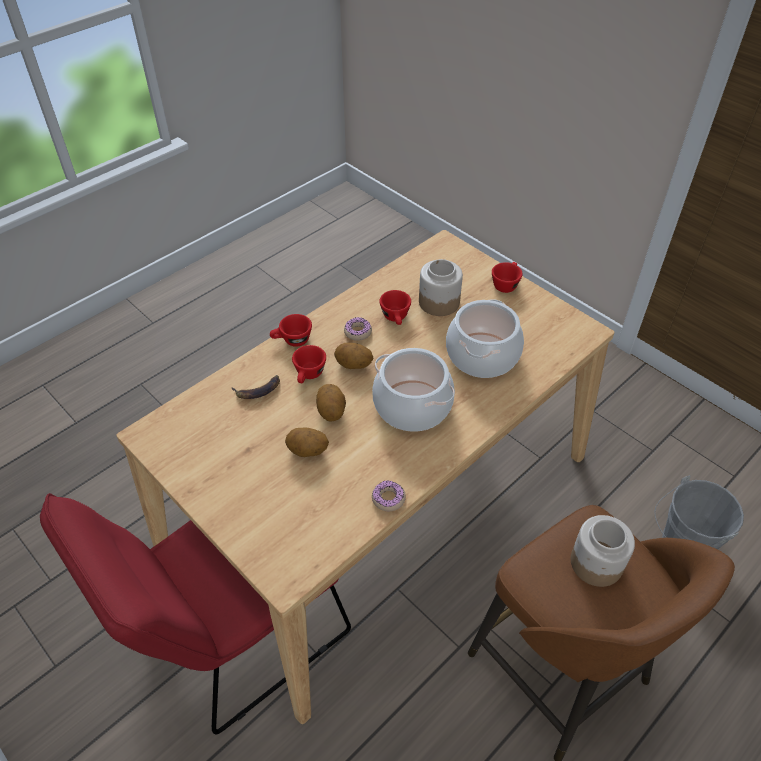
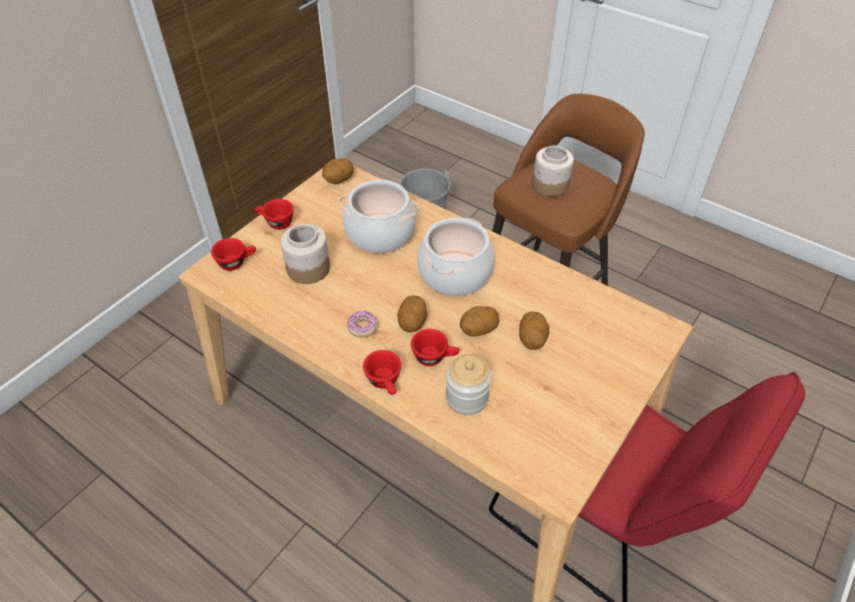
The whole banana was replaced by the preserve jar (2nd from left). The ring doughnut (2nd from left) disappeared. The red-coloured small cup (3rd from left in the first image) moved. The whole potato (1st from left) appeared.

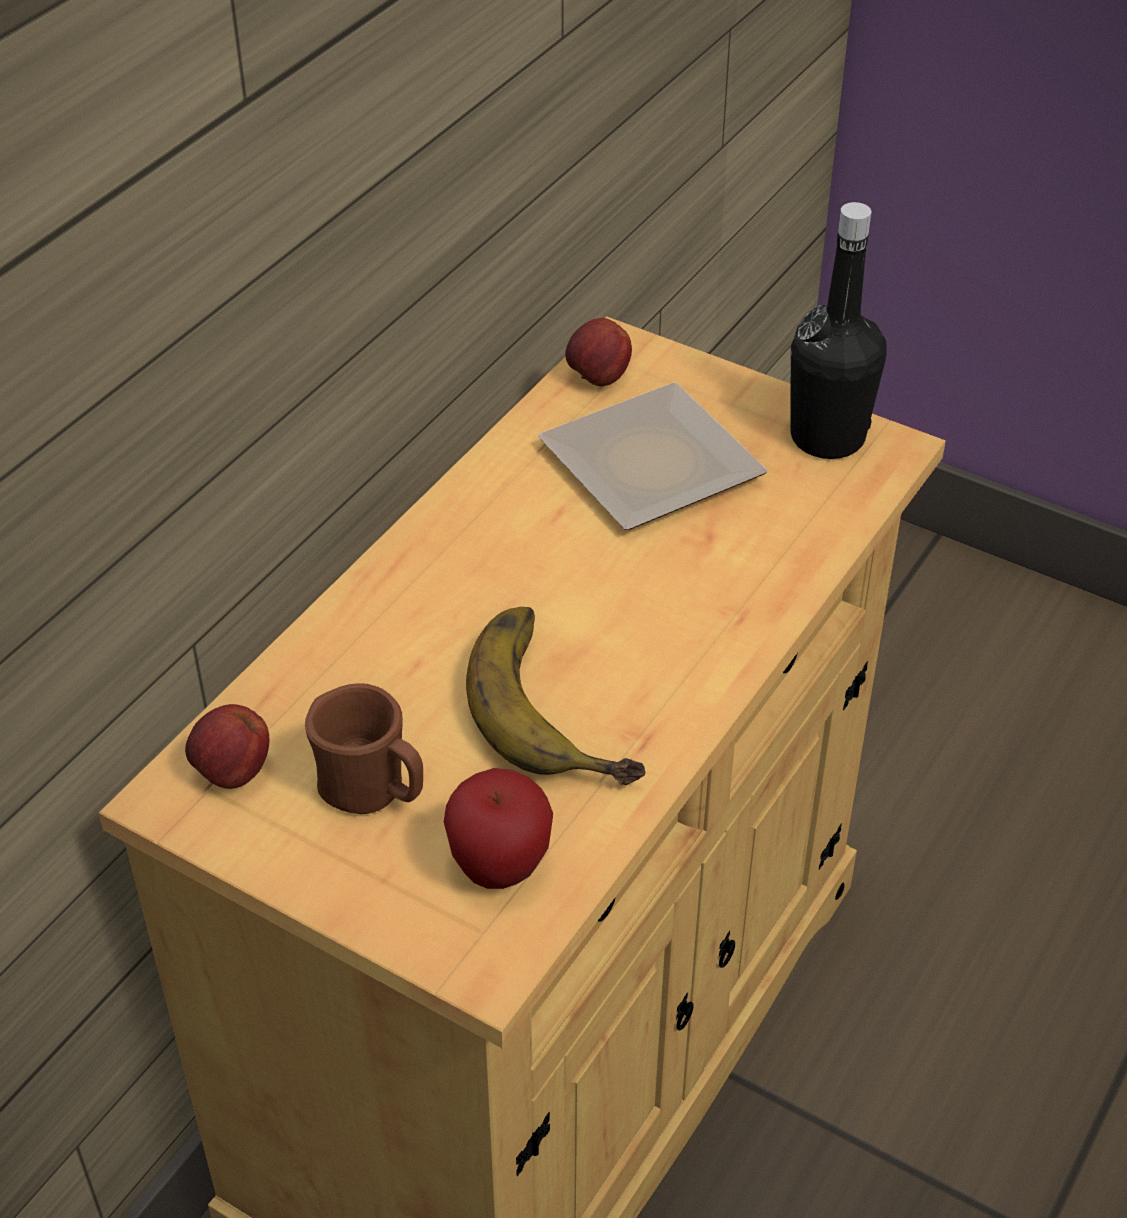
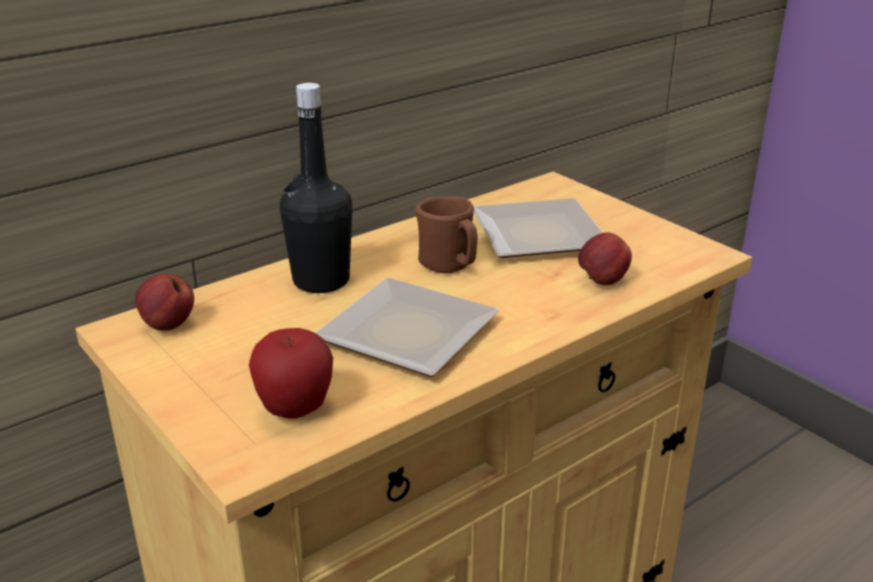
The brownish coffee mug moved. The whole banana was replaced by the plate (1st from left). The apple (3rd from left) moved. The black bottle moved.

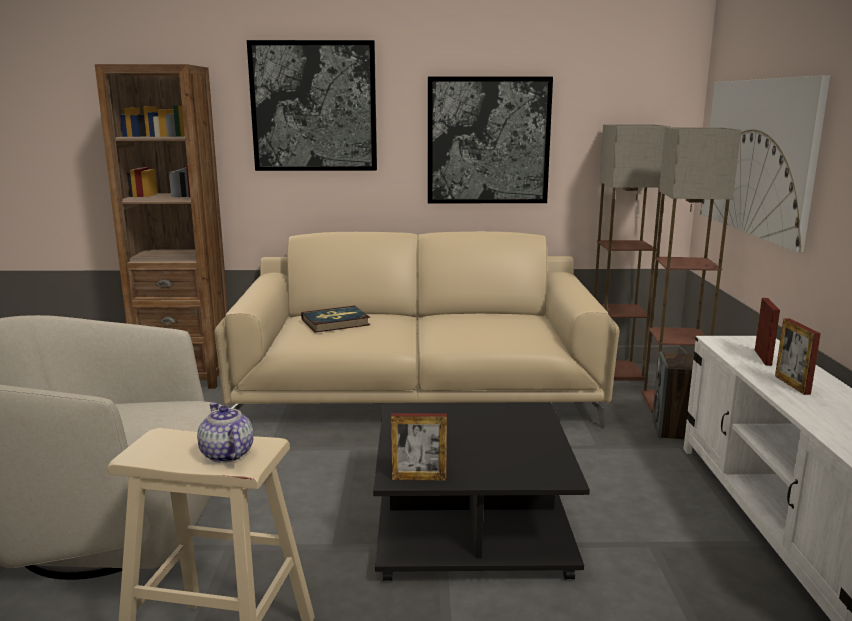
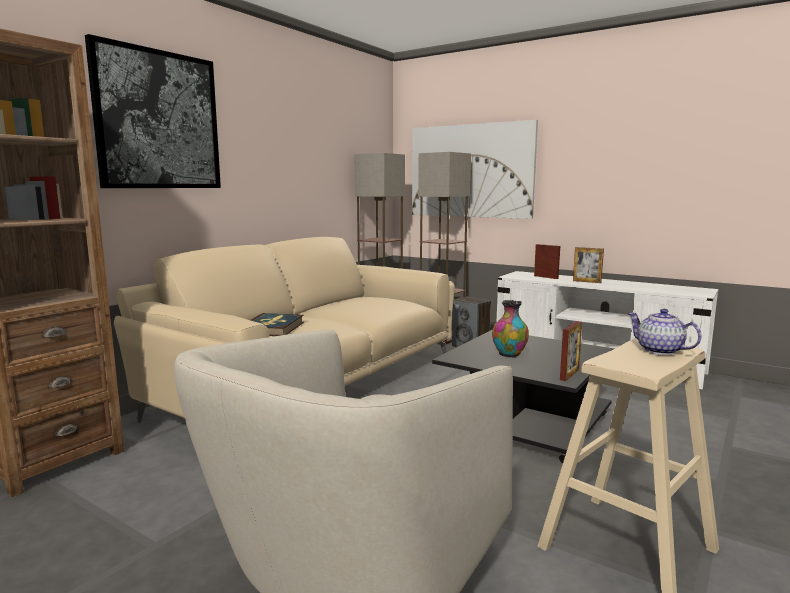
The pot for tea turned 45 degrees clockwise. The wall art (2nd from left) disappeared. The vase appeared.

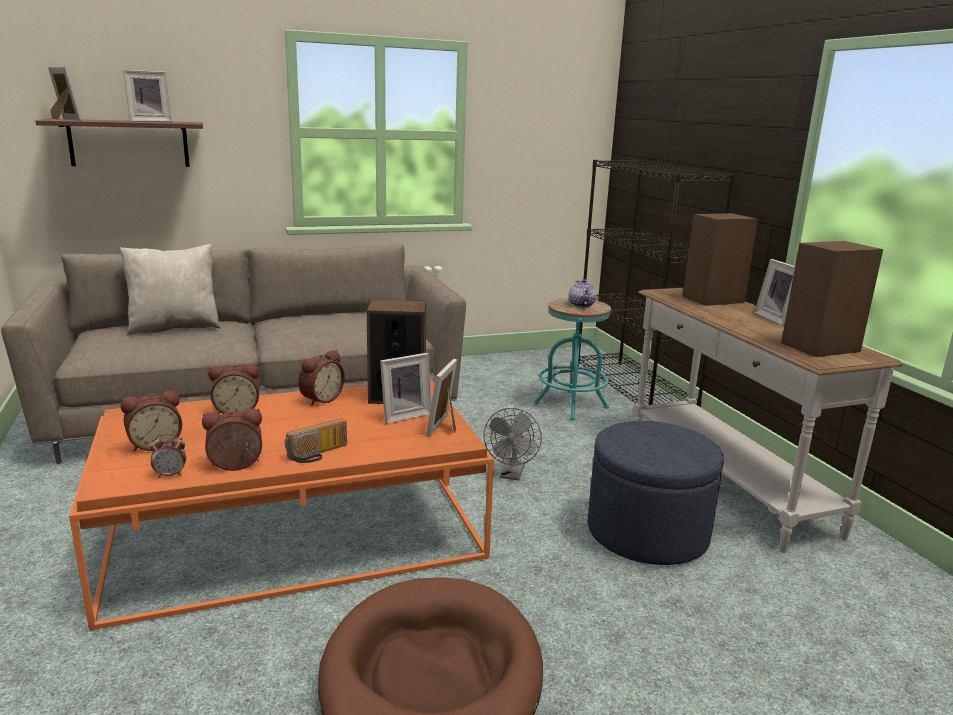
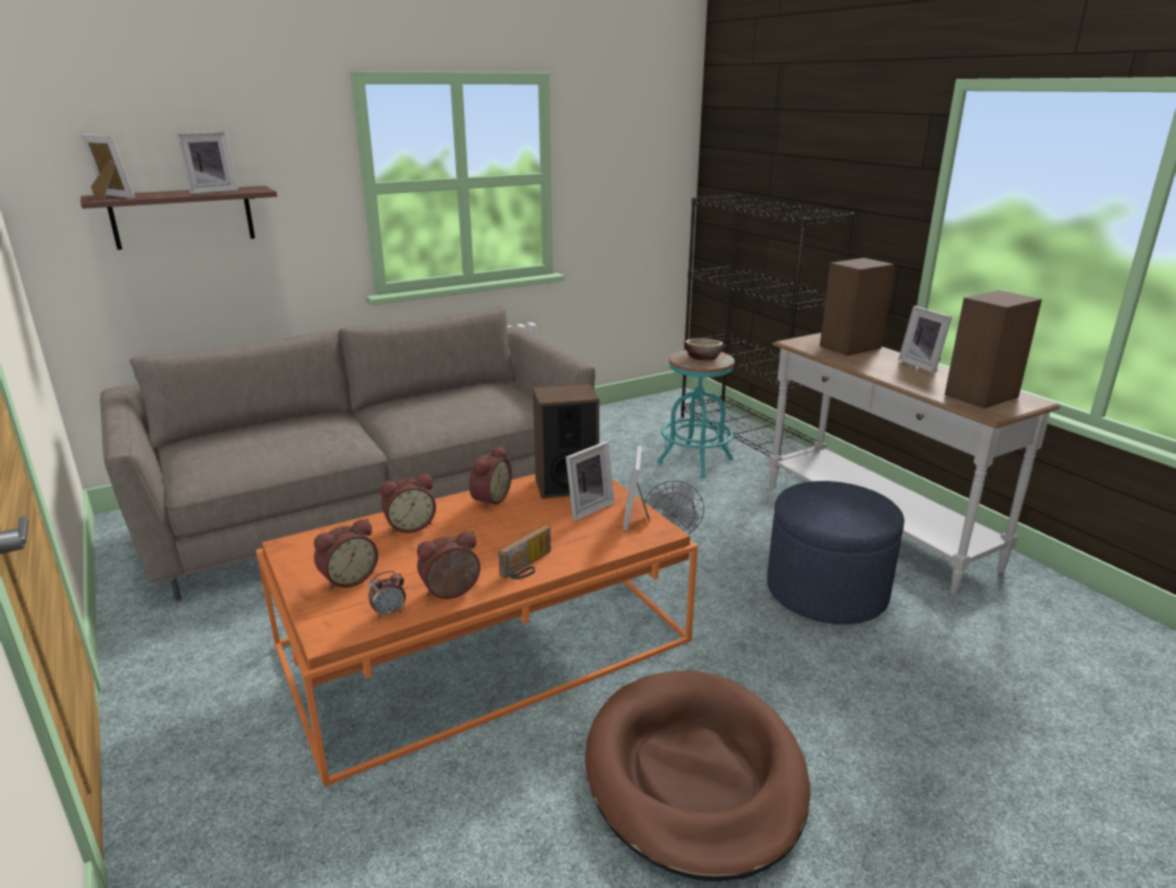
The beige-coloured throw pillow disappeared. The pot for tea was replaced by the serving bowl.

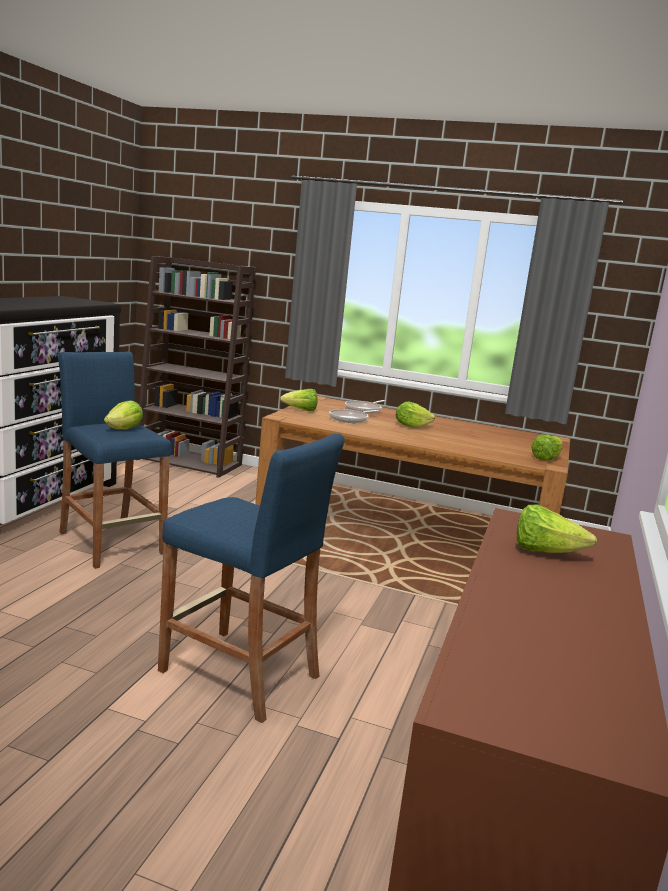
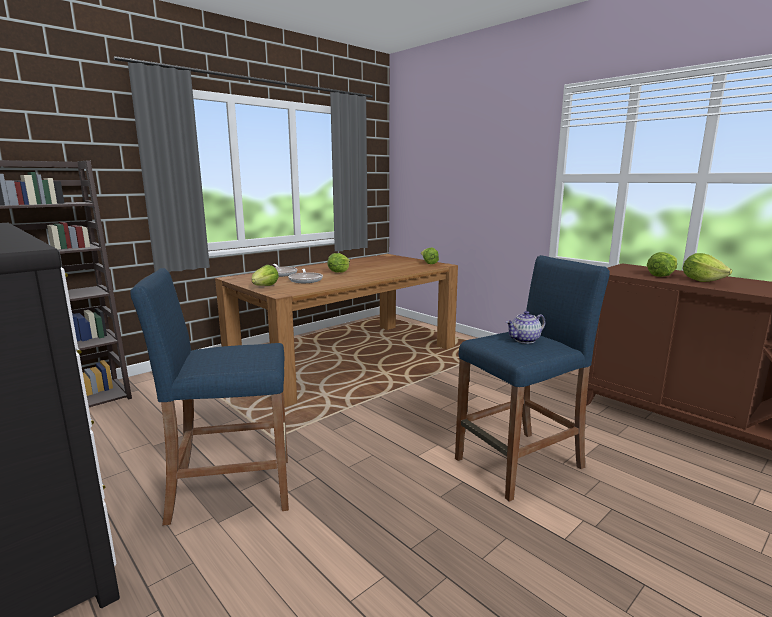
The lettuce head (1st from left in the first image) moved. The pot for tea appeared.

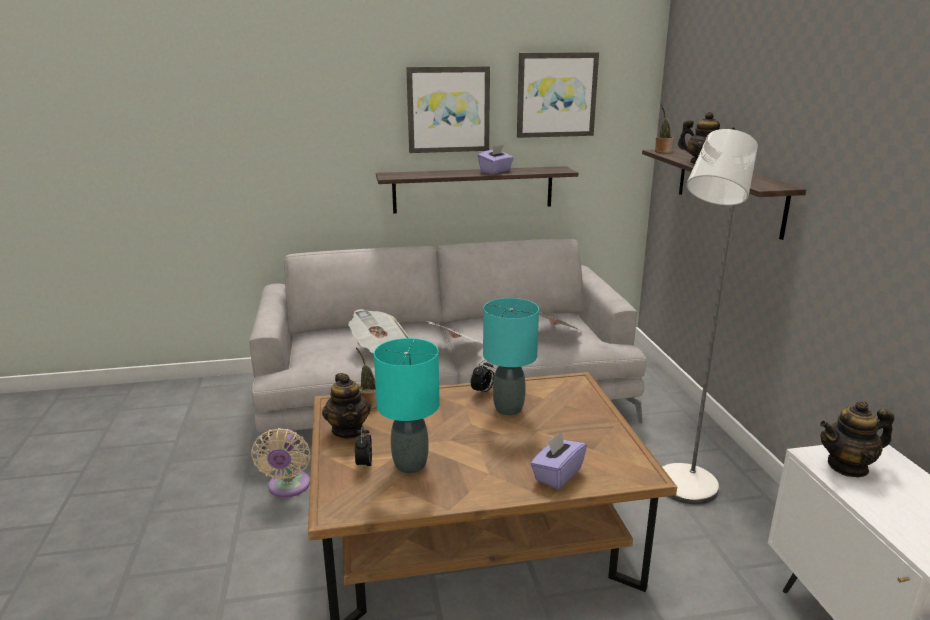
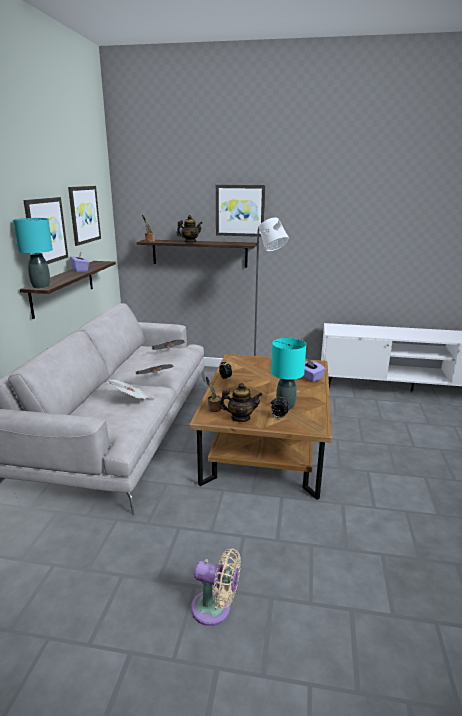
The beige-coloured fan moved. The turquoise-coloured tabletop lamp (2nd from left in the first image) moved. The pot for tea (3rd from left) disappeared. The wall art (3rd from left) appeared.

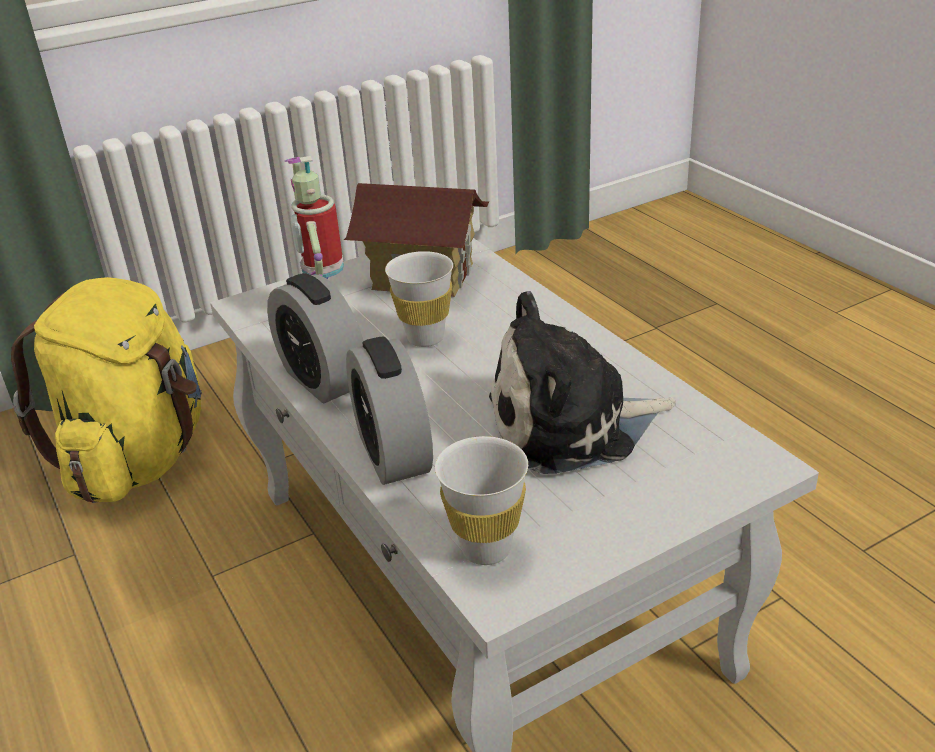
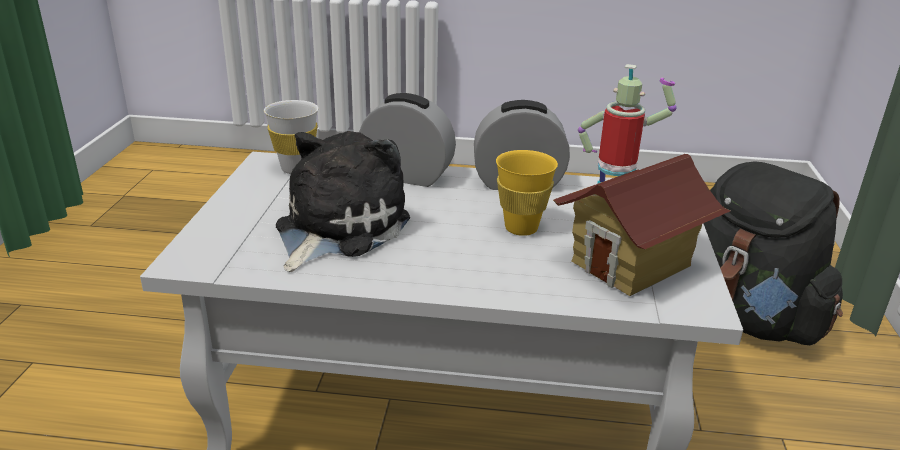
The yellowish knapsack became the black knapsack. The white small cup (1st from left) became the yellowish small cup.

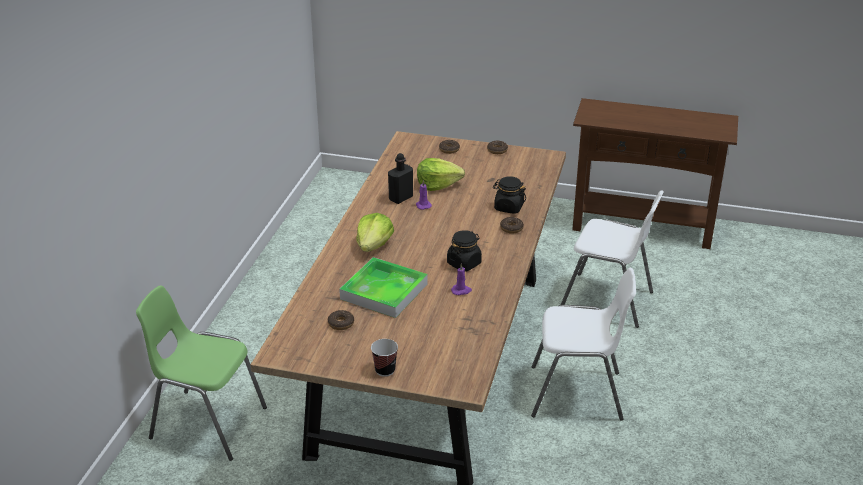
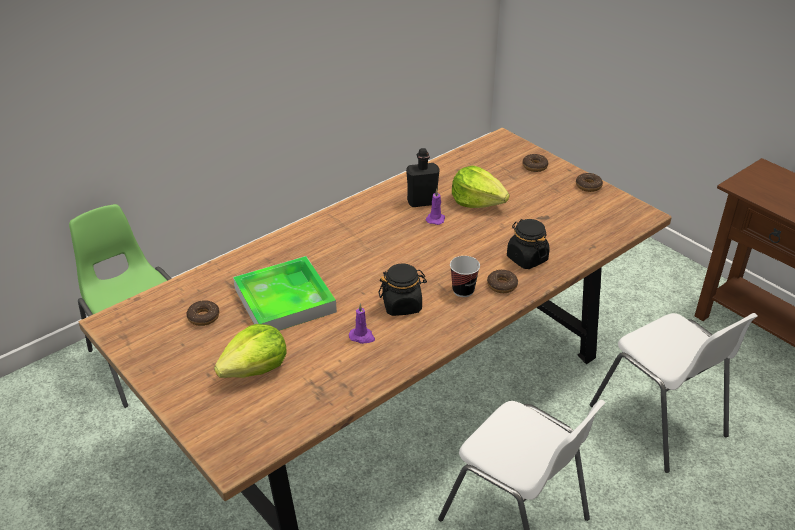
The lettuce head (1st from left) moved. The small cup moved.

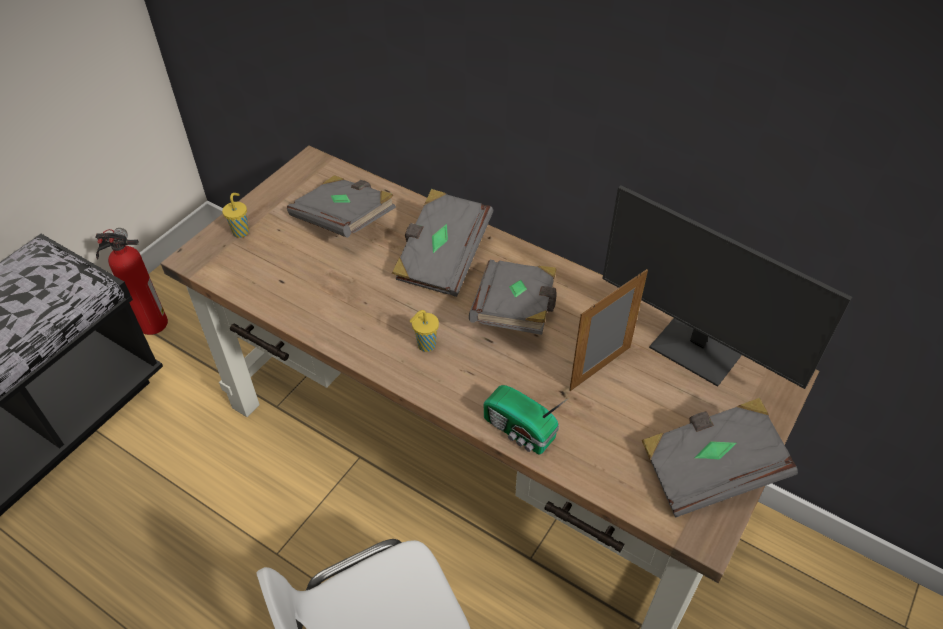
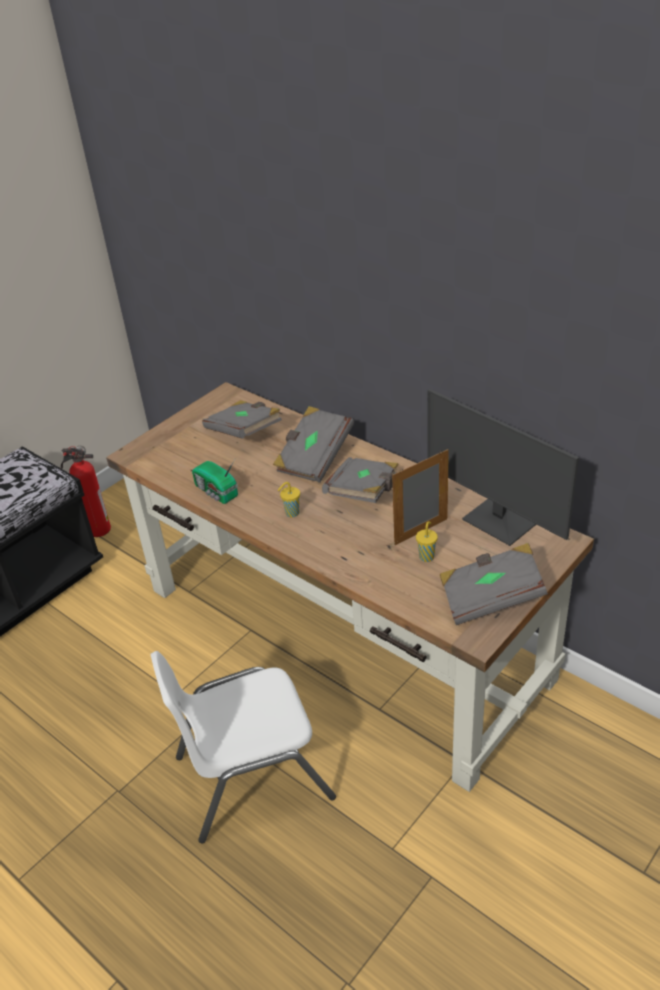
The yellowish small cup (1st from left in the first image) moved. The radio receiver moved.

